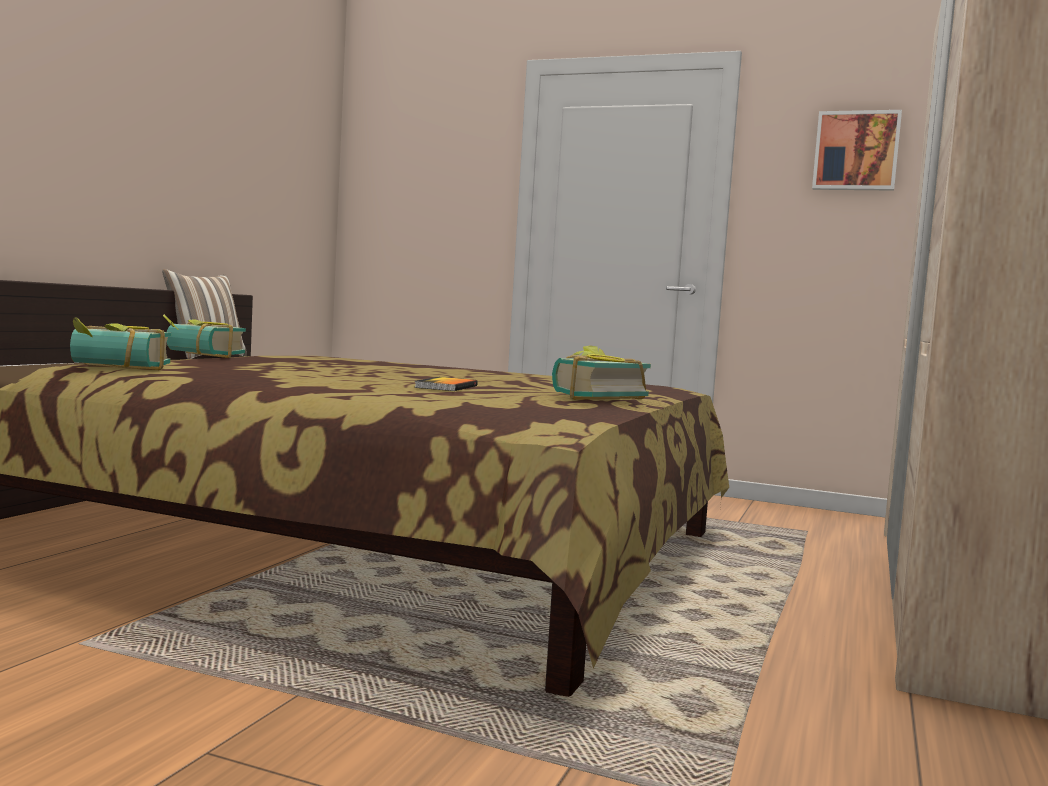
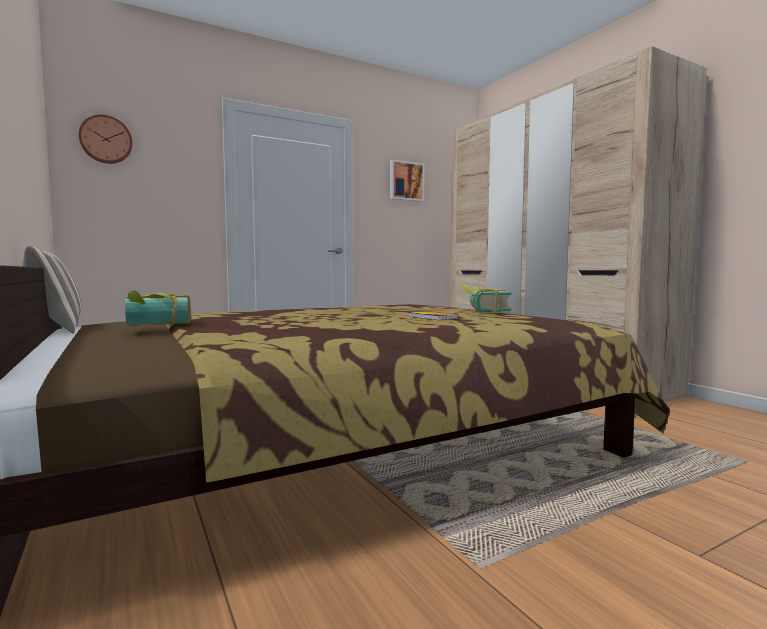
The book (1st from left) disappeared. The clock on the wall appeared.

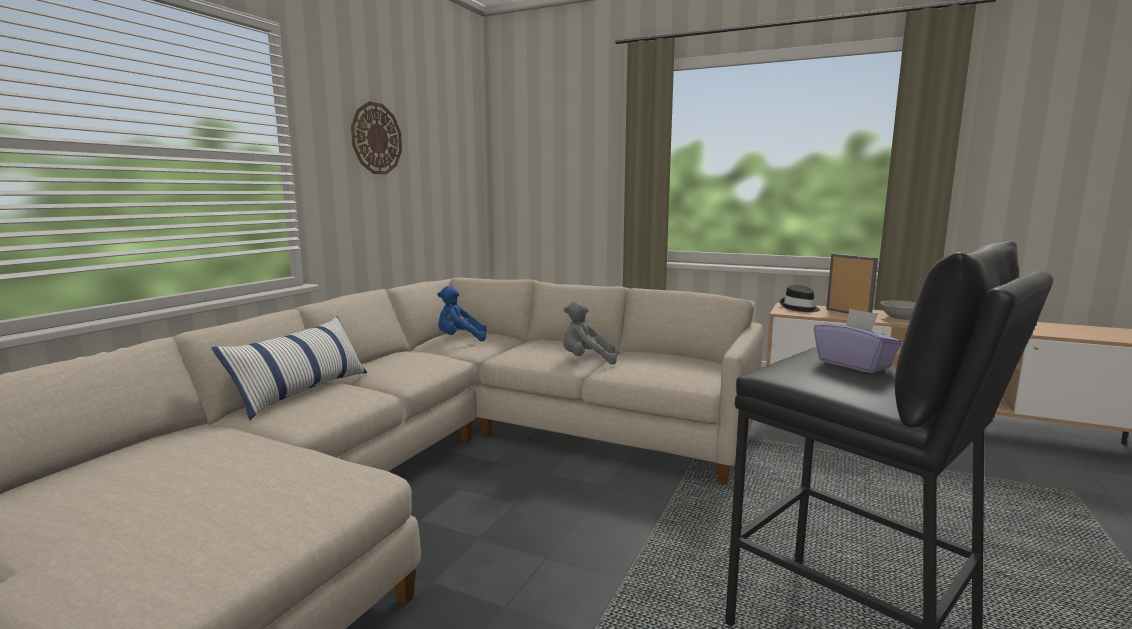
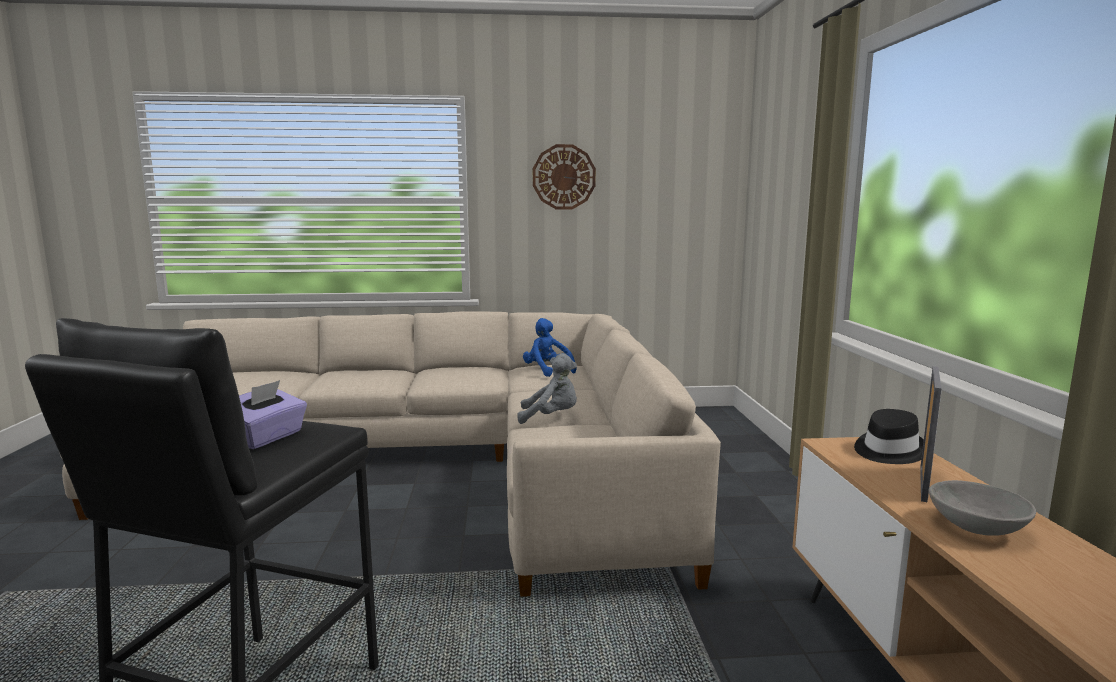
The throw pillow disappeared. The greyish cuddly toy turned 120 degrees clockwise.

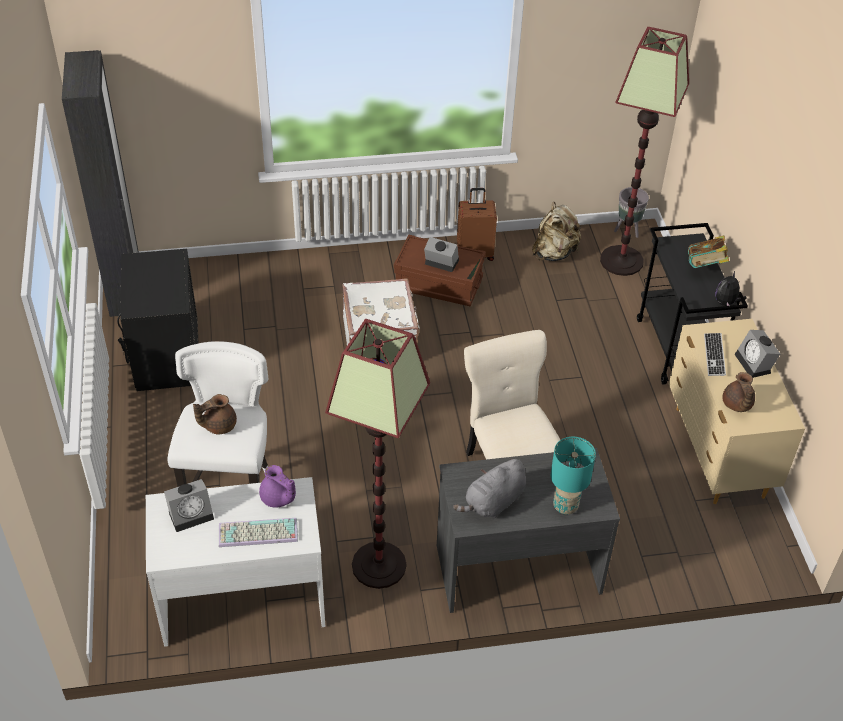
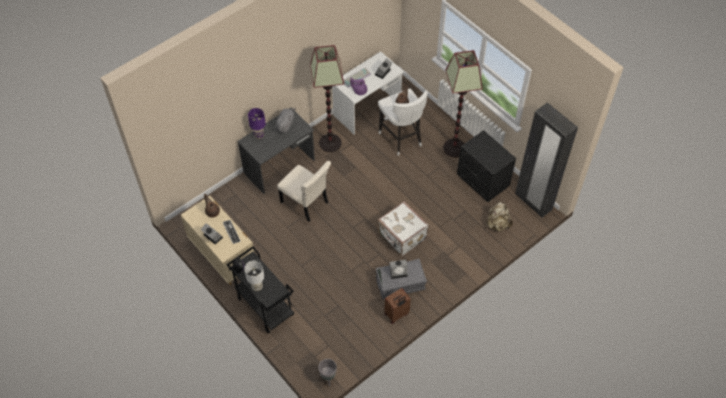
The brownish storage container became the greyish storage container. The beige-coloured knapsack moved. The turquoise-coloured tabletop lamp became the purplish tabletop lamp. The standard lamp (2nd from left) moved. The book was replaced by the white tabletop lamp.

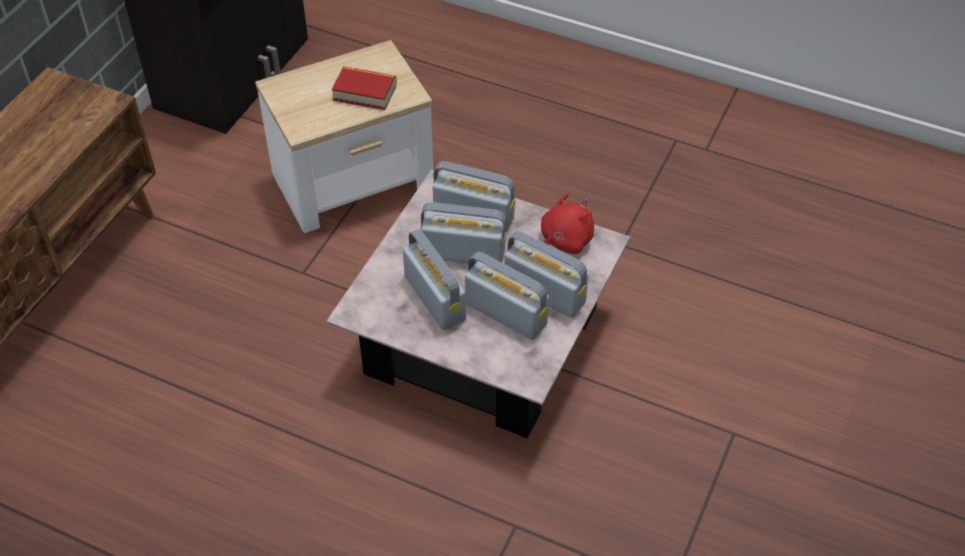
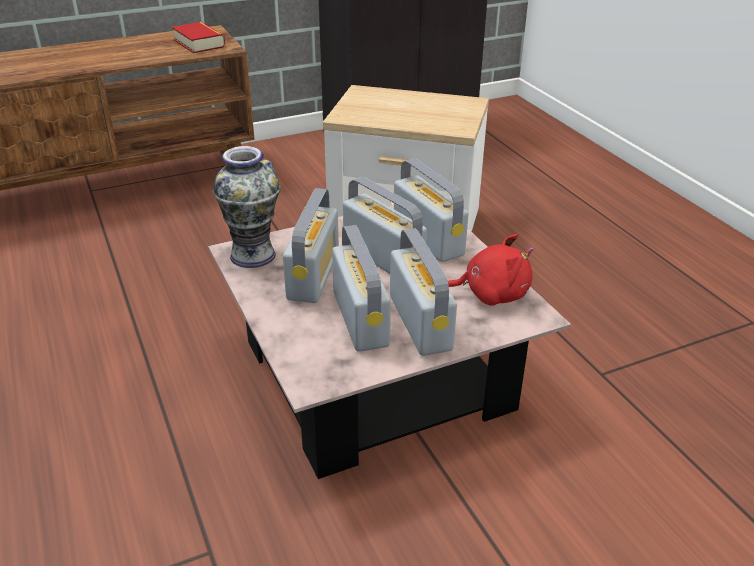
The book moved. The vase appeared.

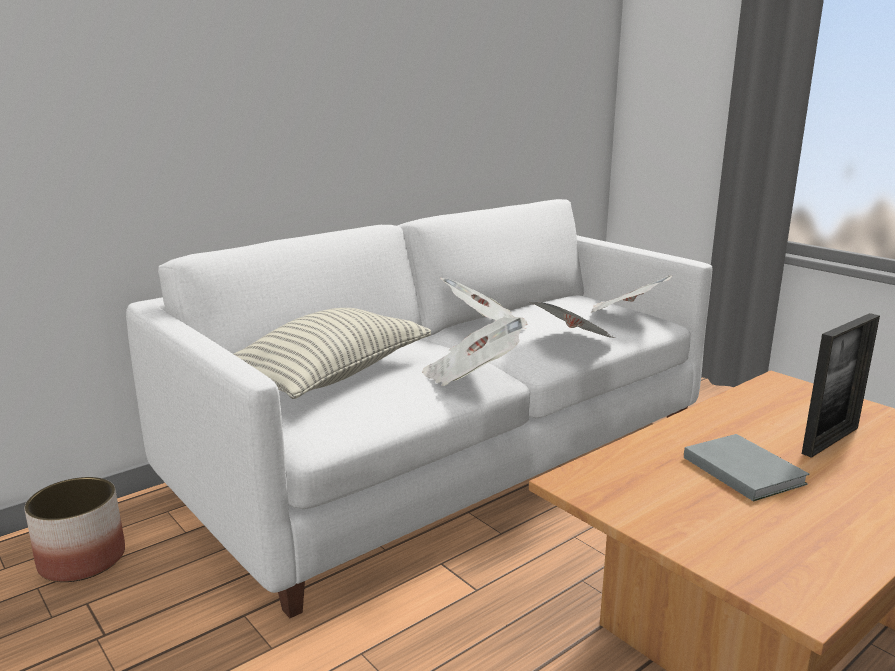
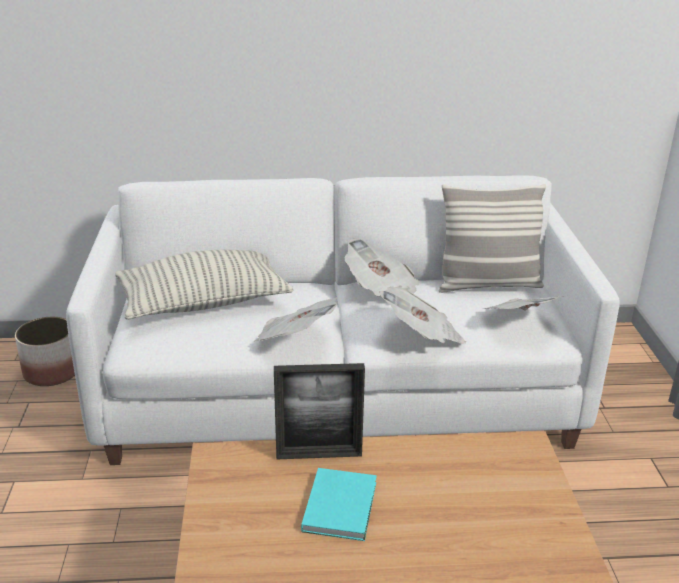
The greyish book became the turquoise-coloured book. The picture frame moved. The throw pillow (2nd from left) appeared.

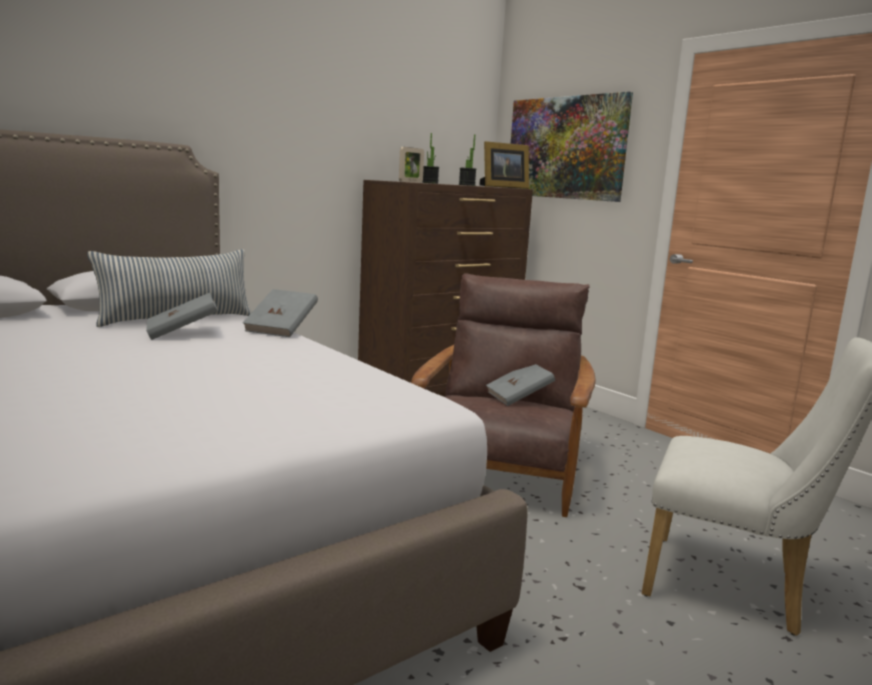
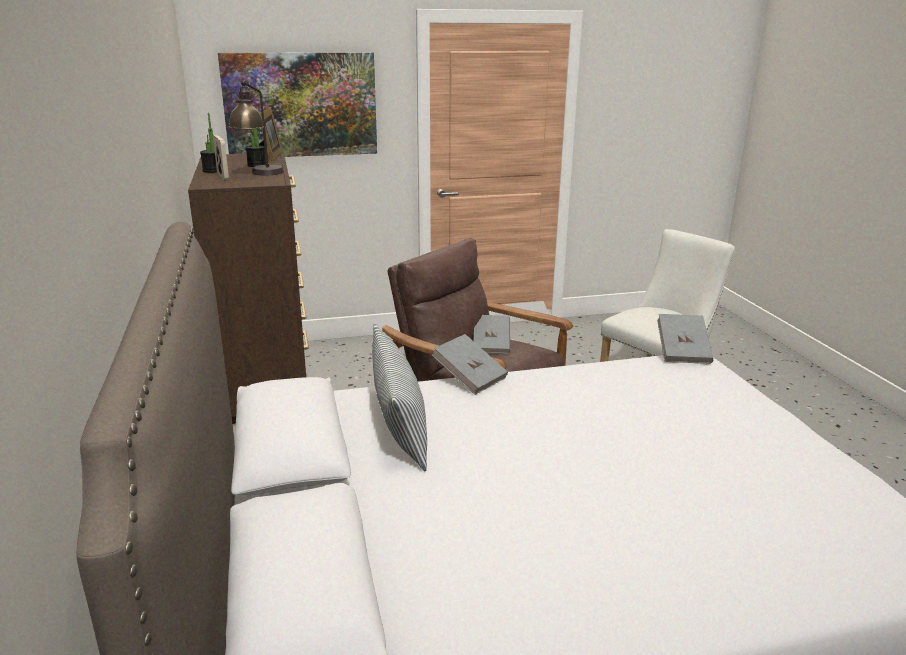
The greyish book (1st from left in the first image) moved. The tabletop lamp appeared.

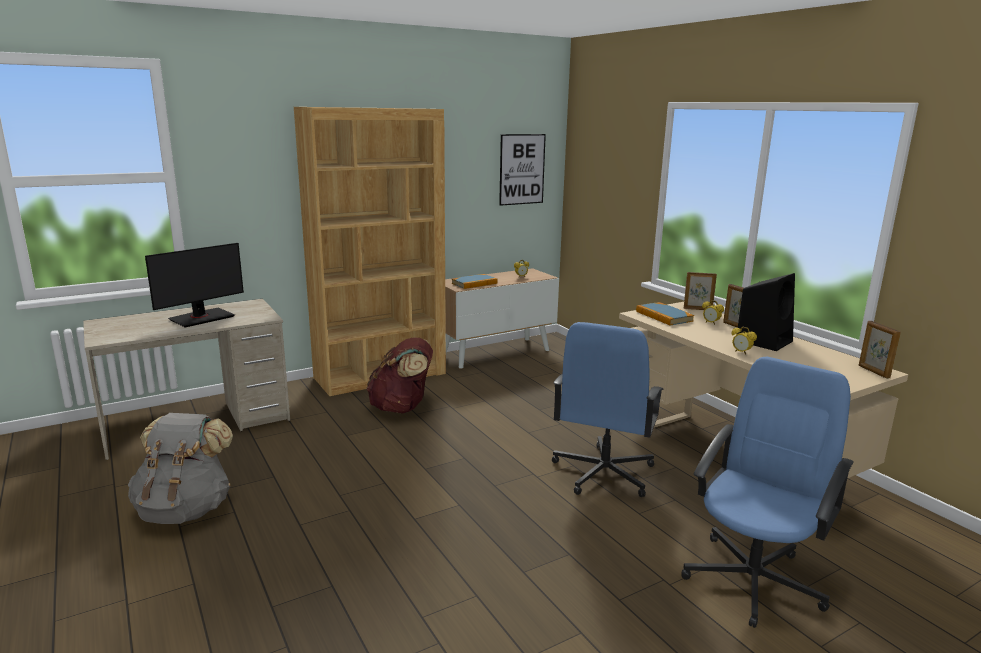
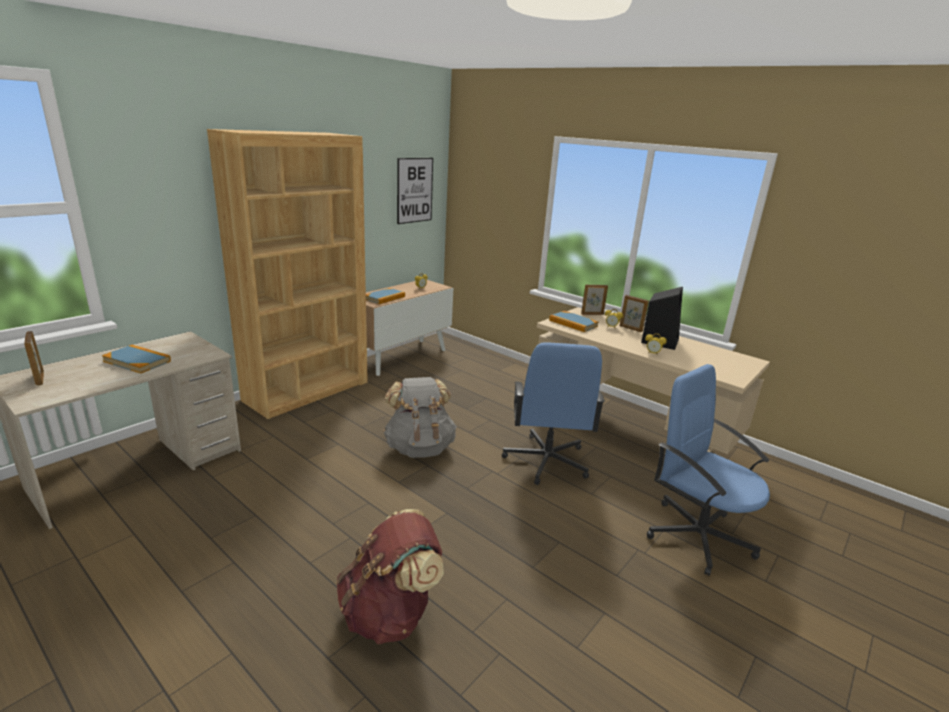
The greyish knapsack moved. The monitor was replaced by the book (1st from left). The brownish knapsack moved. The bluish office chair (2nd from left) turned 60 degrees counterclockwise. The picture frame (3rd from left in the first image) moved.

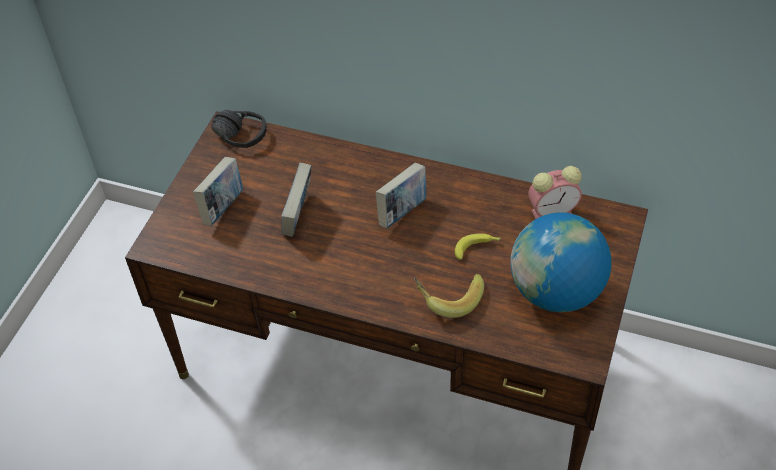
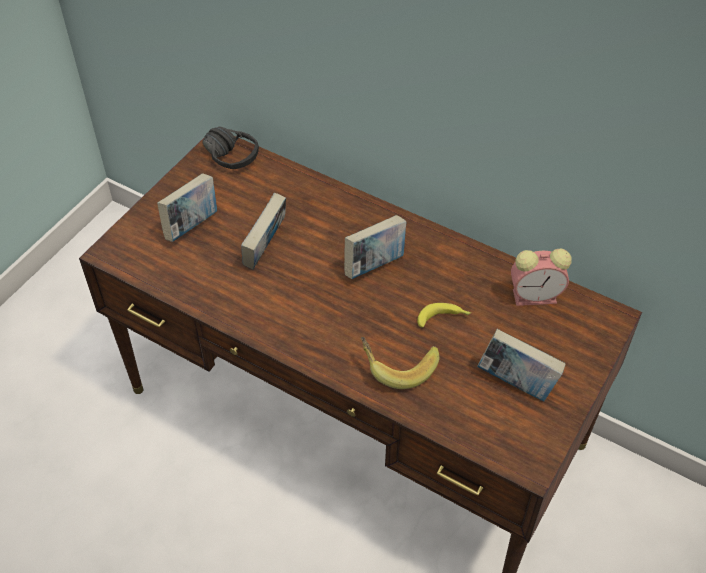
The globe was replaced by the book (4th from left).

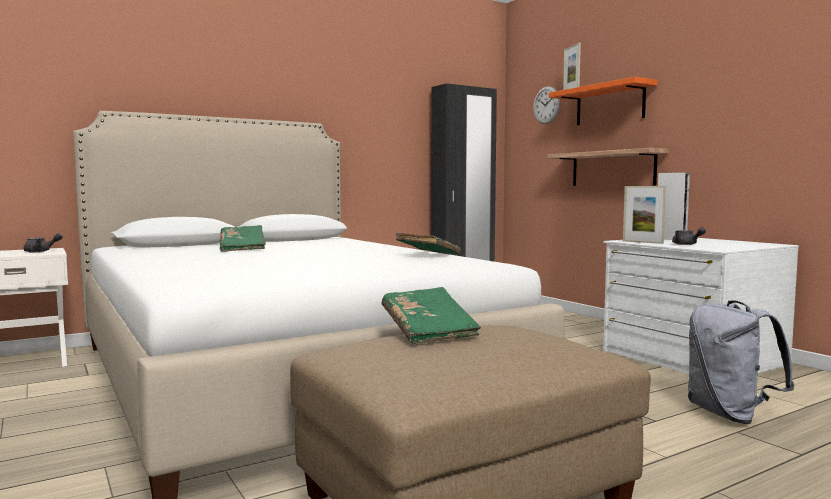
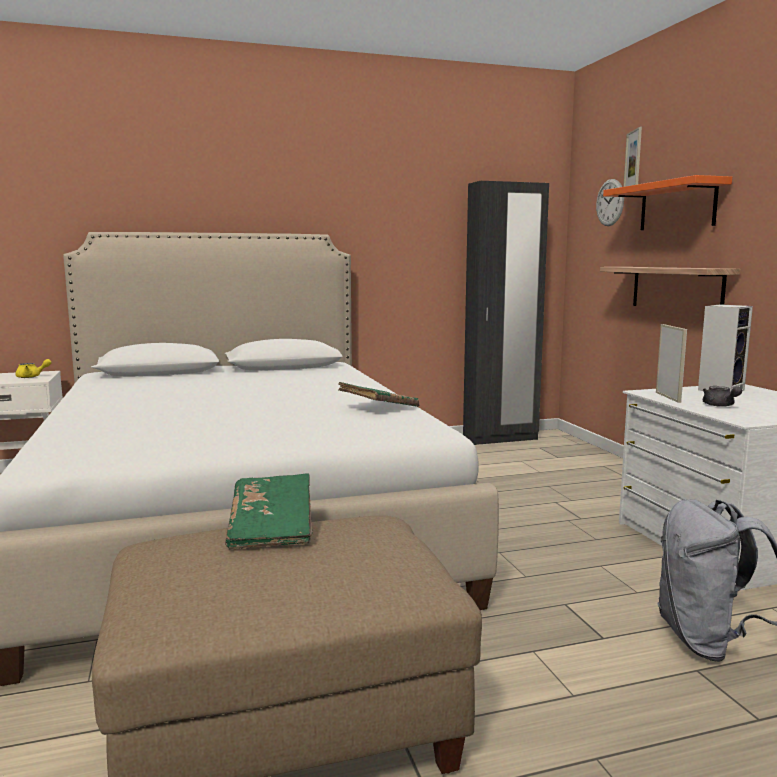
The greyish pot for tea (1st from left) became the yellowish pot for tea. The green-coloured book (1st from left) disappeared. The picture frame (2nd from left) turned 150 degrees counterclockwise.

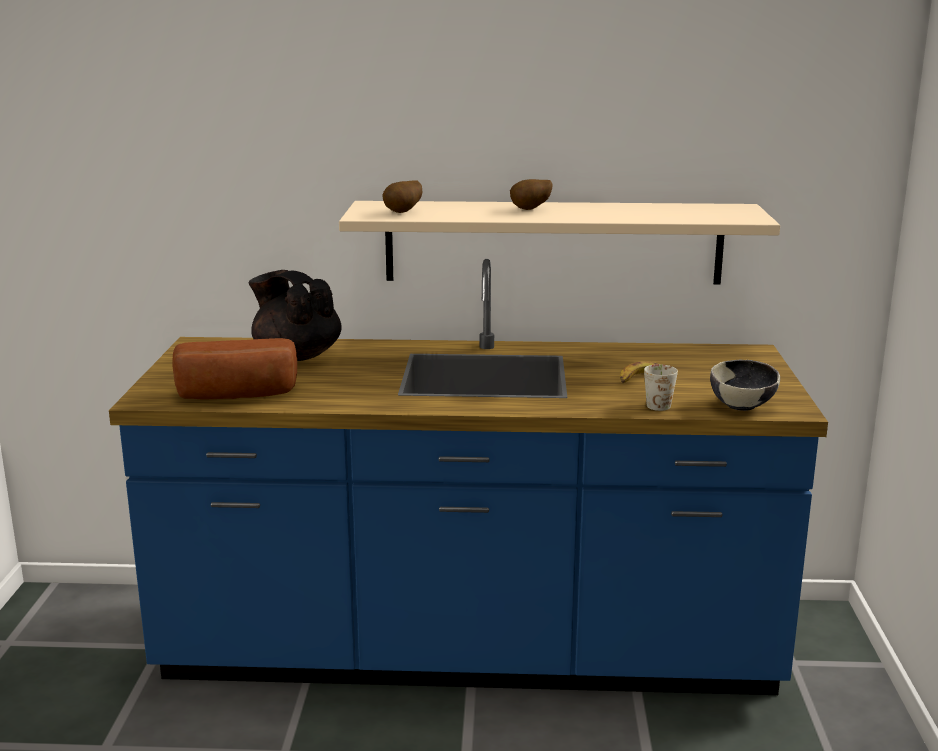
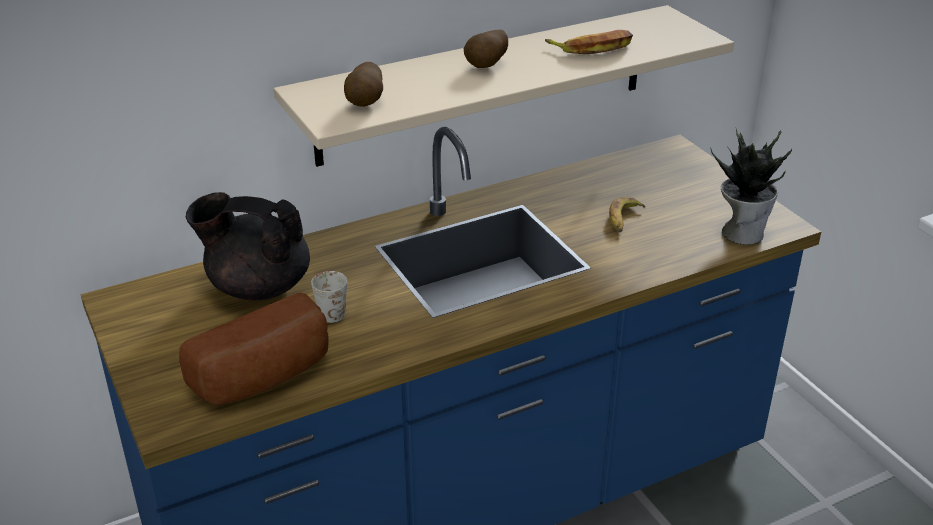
The white coffee mug moved. The serving bowl was replaced by the potted plant. The whole banana (1st from left) appeared.

